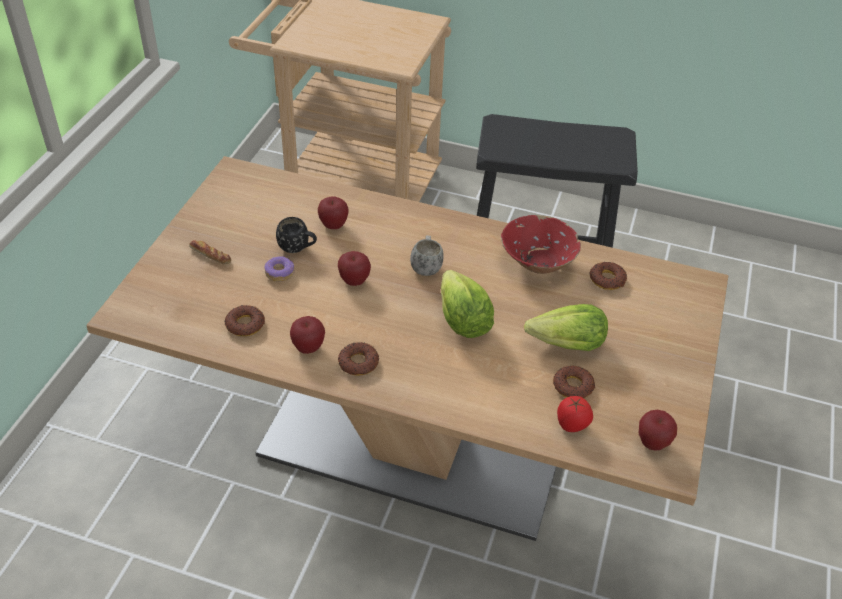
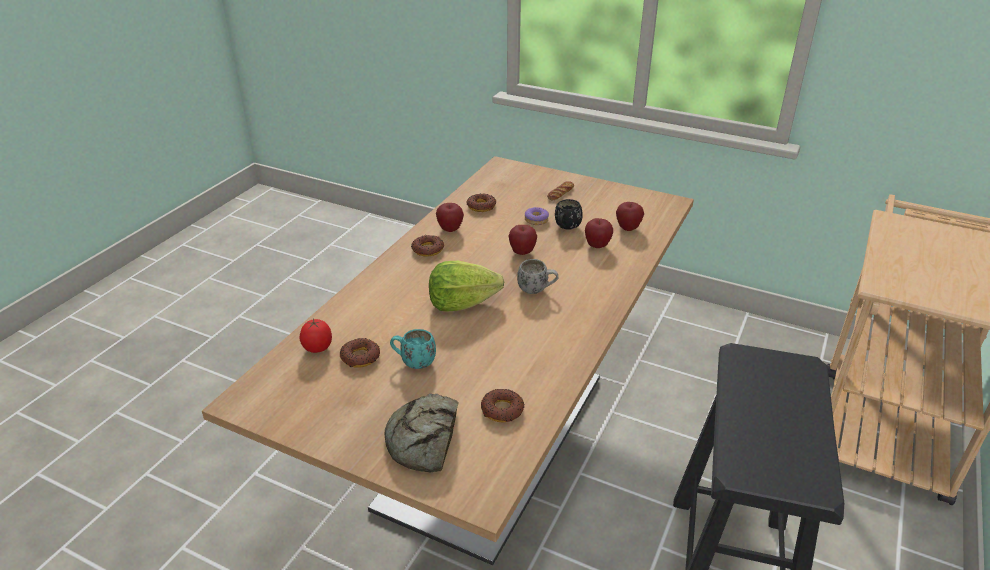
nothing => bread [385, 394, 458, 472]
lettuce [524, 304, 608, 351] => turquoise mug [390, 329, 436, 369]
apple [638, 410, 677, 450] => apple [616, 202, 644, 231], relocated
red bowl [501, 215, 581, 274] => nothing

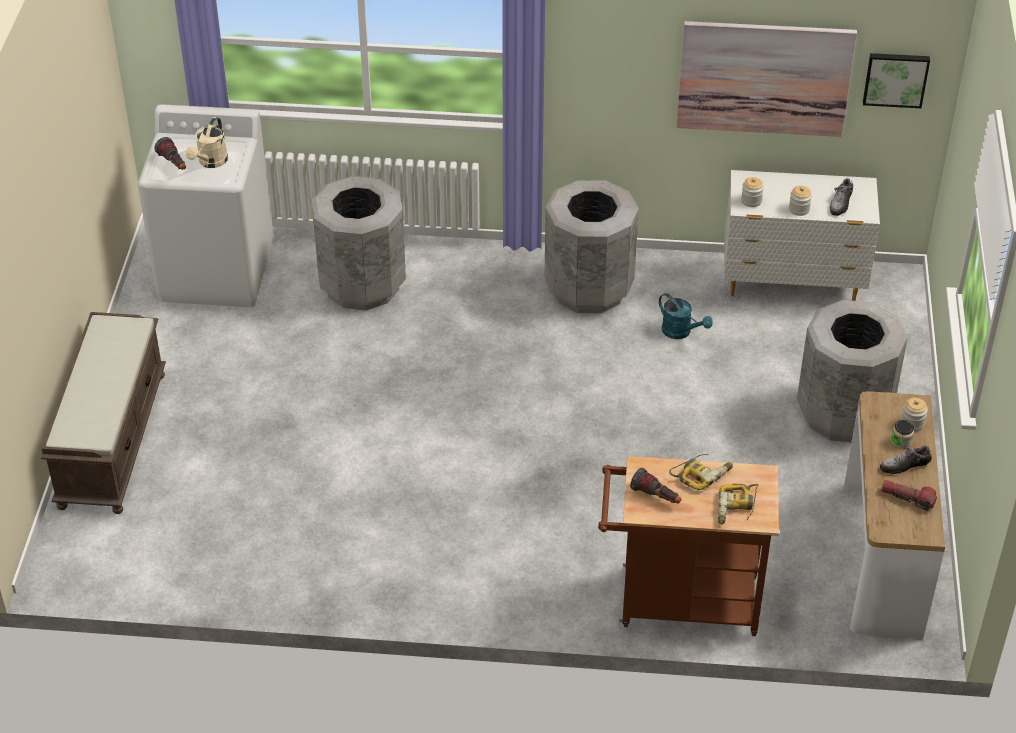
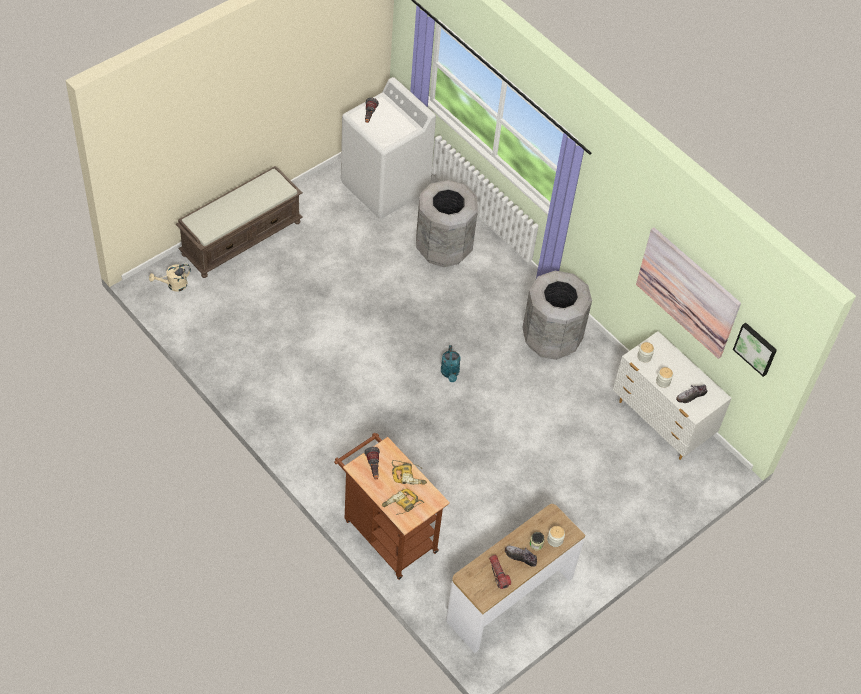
beige watering can [186, 117, 228, 168] => beige watering can [149, 264, 191, 291], relocated
turquoise watering can [659, 293, 713, 339] => turquoise watering can [441, 345, 461, 382], relocated
grey trash can [797, 300, 908, 442] => nothing

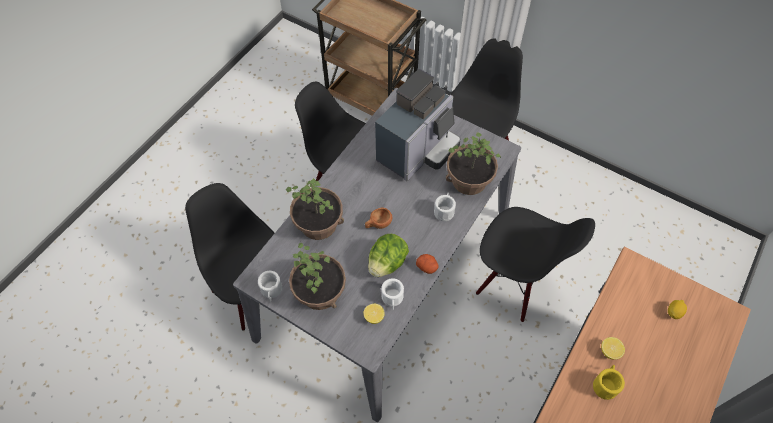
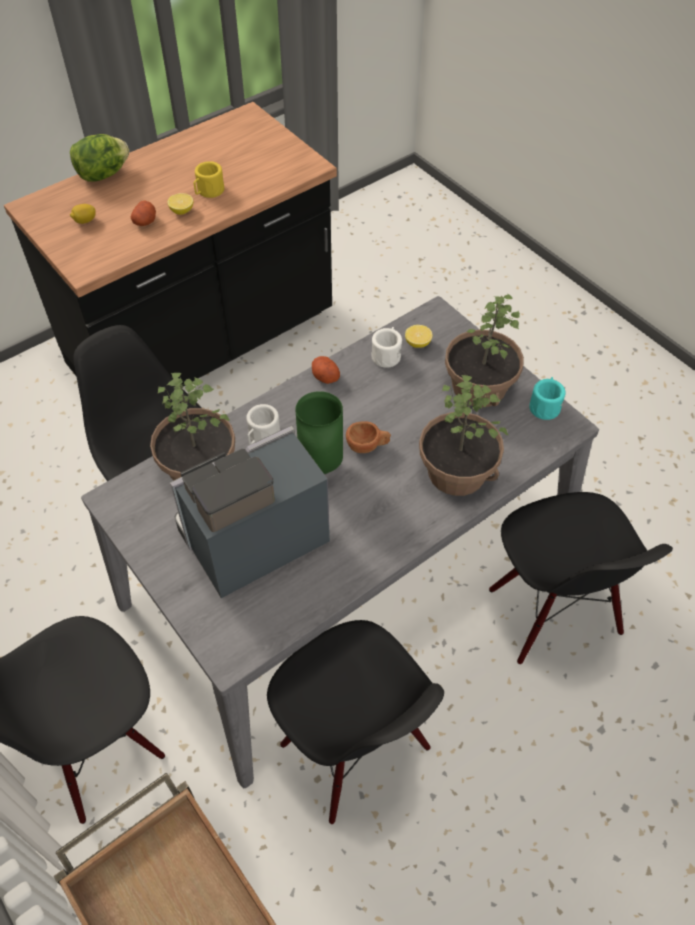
lettuce [368, 234, 409, 277] => lettuce [70, 134, 129, 182], relocated
nothing => potato [131, 200, 156, 226]
nothing => green vase [295, 391, 343, 474]
white mug [258, 271, 282, 302] => turquoise mug [529, 377, 566, 420]

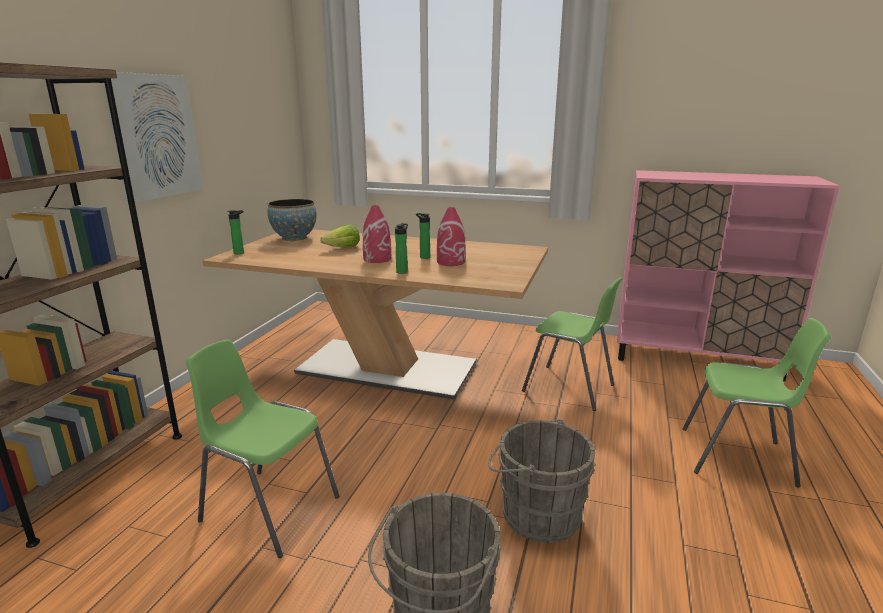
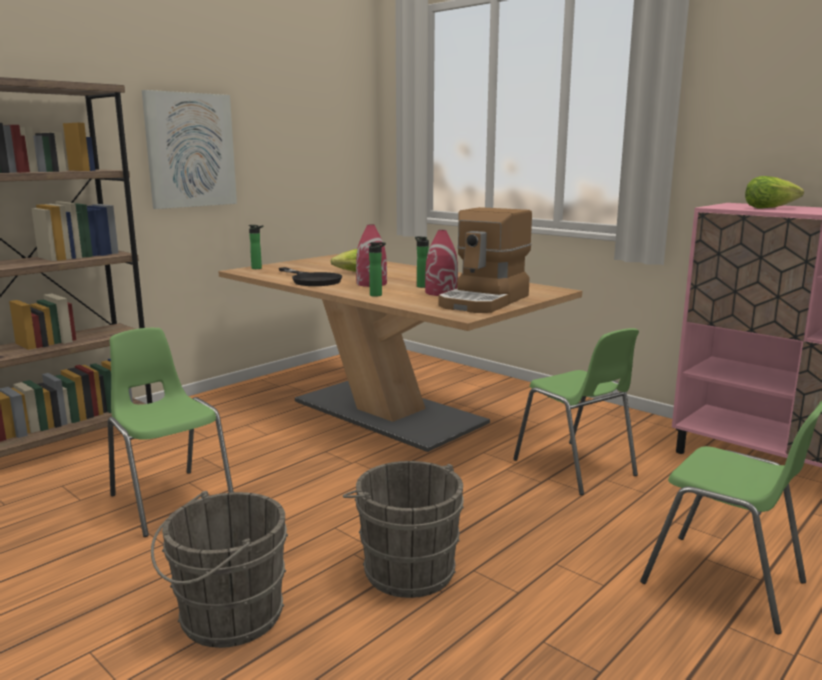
nothing => black frying pan [279, 267, 342, 286]
nothing => coffee machine [438, 207, 532, 313]
nothing => lettuce [745, 176, 804, 209]
bowl [267, 199, 317, 241] => nothing

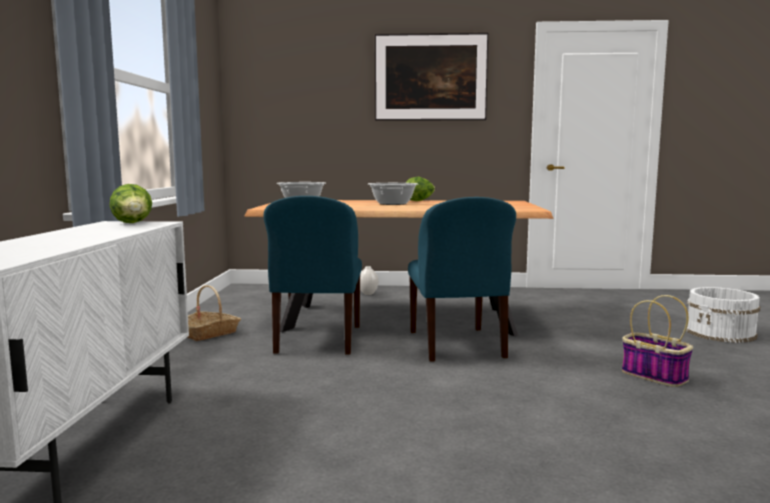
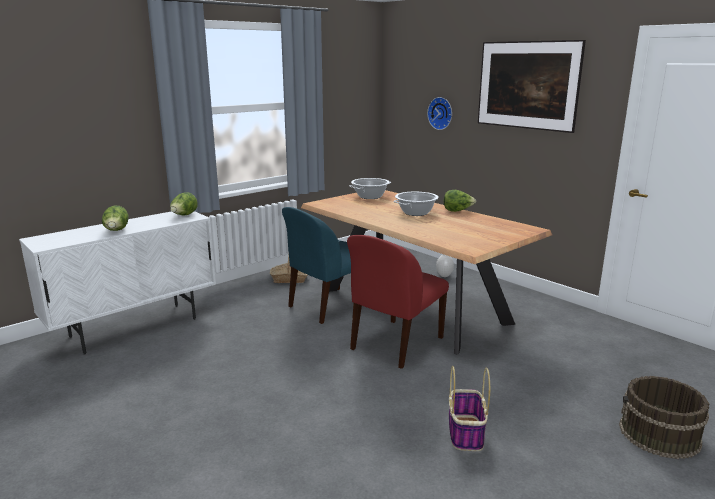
nothing => lettuce [102, 205, 128, 231]
blue chair [408, 197, 516, 362] => red chair [347, 235, 449, 369]
nothing => wall clock [427, 97, 452, 130]
white bucket [686, 287, 760, 343] => brown bucket [619, 376, 709, 459]

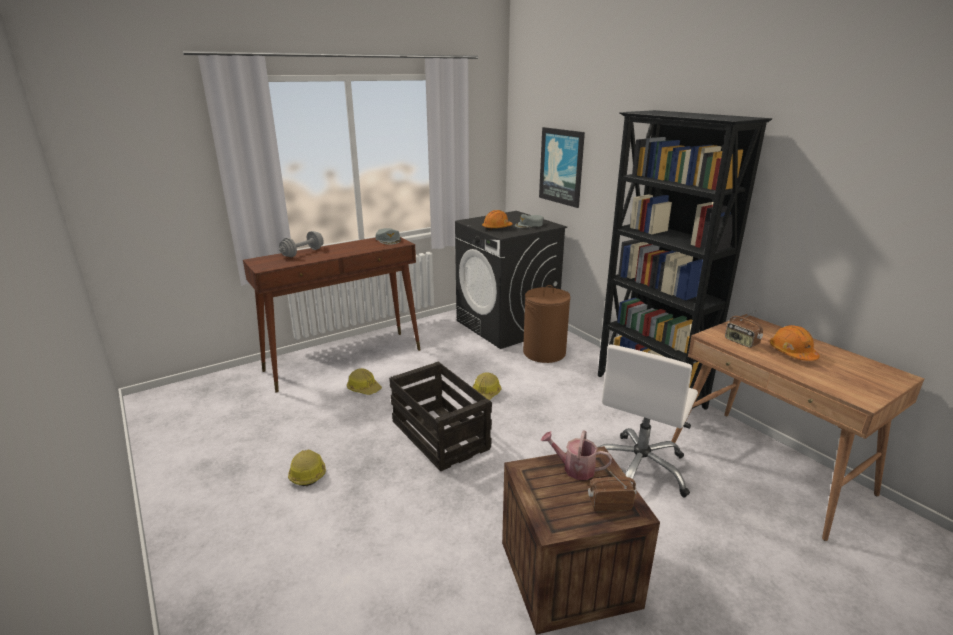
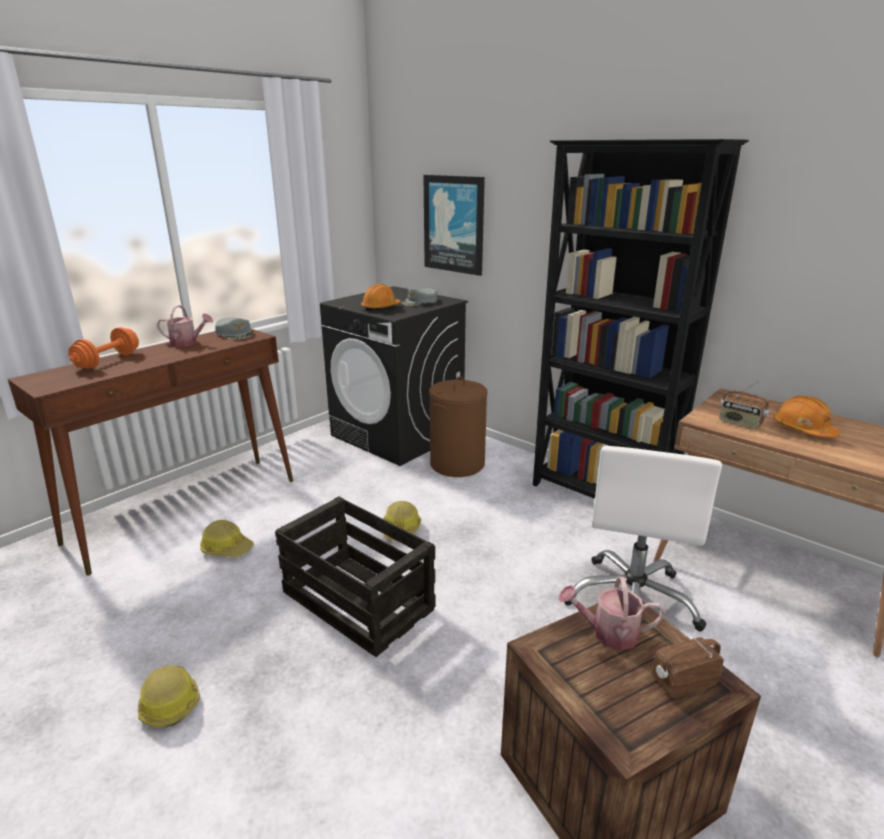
grey dumbbell [279, 231, 324, 257] => orange dumbbell [68, 327, 139, 369]
nothing => watering can [157, 305, 213, 347]

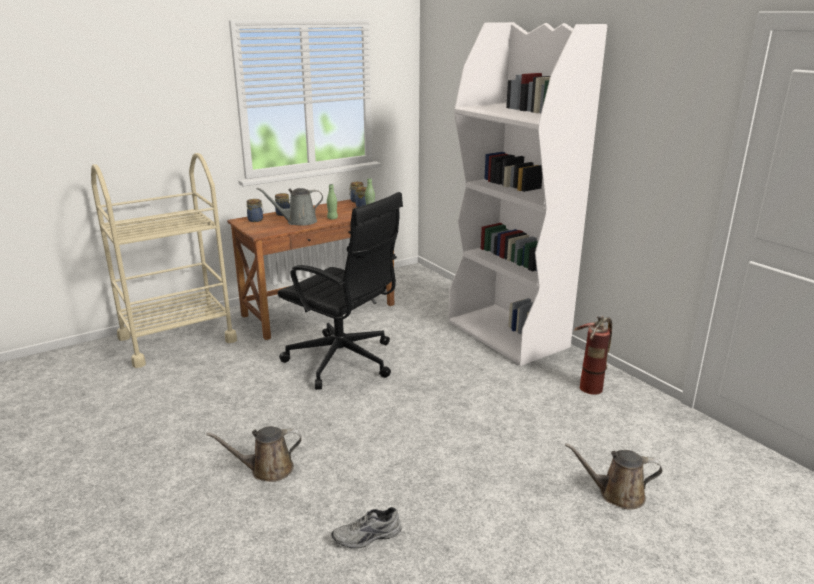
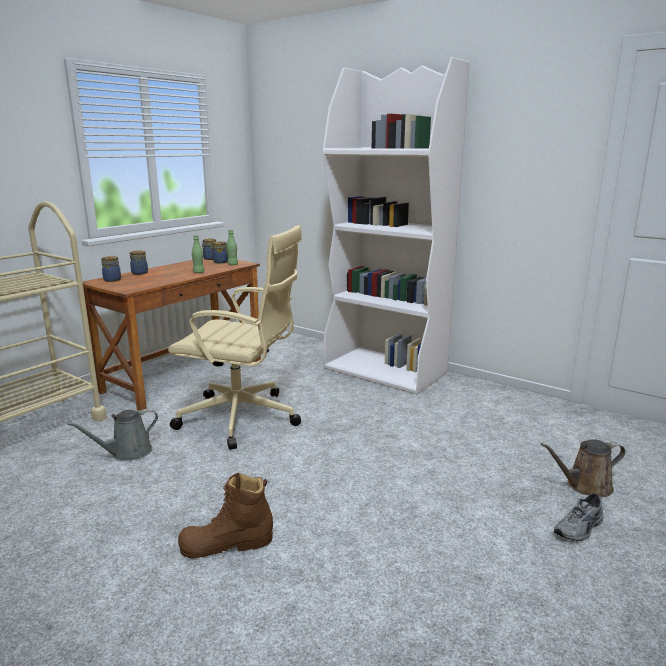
grey watering can [257, 188, 323, 226] => grey watering can [67, 409, 158, 461], relocated
black office chair [278, 192, 403, 390] => beige office chair [168, 225, 302, 450]
brown watering can [206, 426, 301, 482] => brown boot [178, 473, 273, 559]
grey shoe [331, 507, 402, 548] => grey shoe [554, 493, 604, 541], relocated
fire extinguisher [574, 315, 612, 395] => nothing

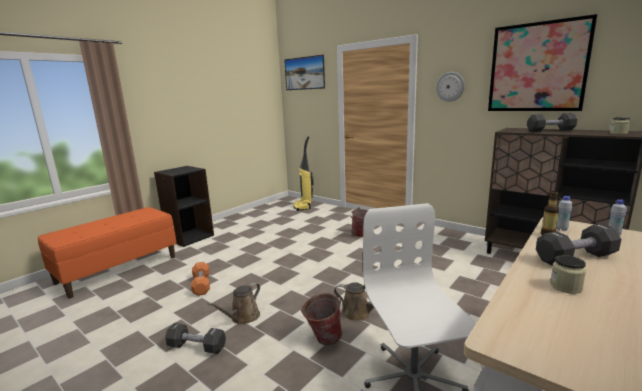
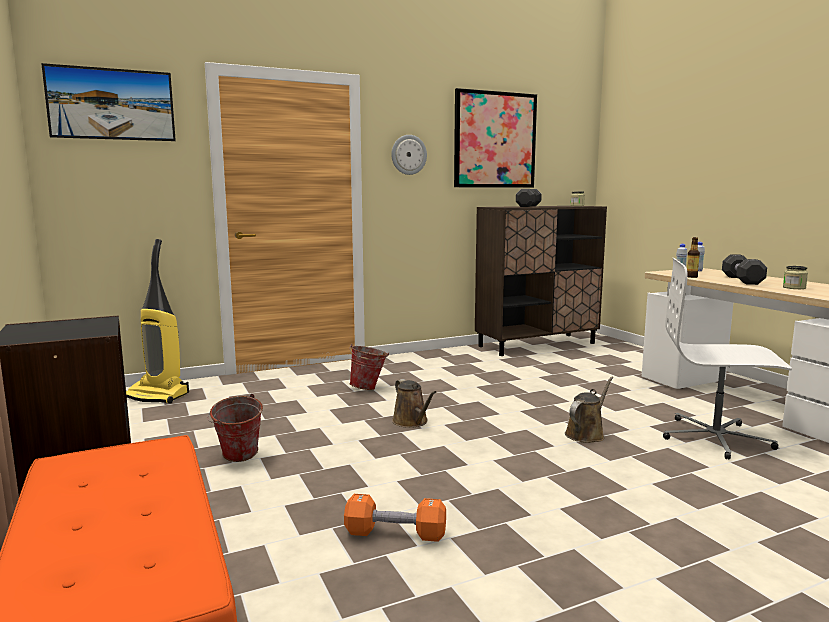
bucket [301, 293, 342, 345] => bucket [207, 394, 263, 462], relocated
brown watering can [208, 282, 260, 325] => brown watering can [392, 379, 436, 428], relocated
black dumbbell [165, 323, 226, 354] => nothing

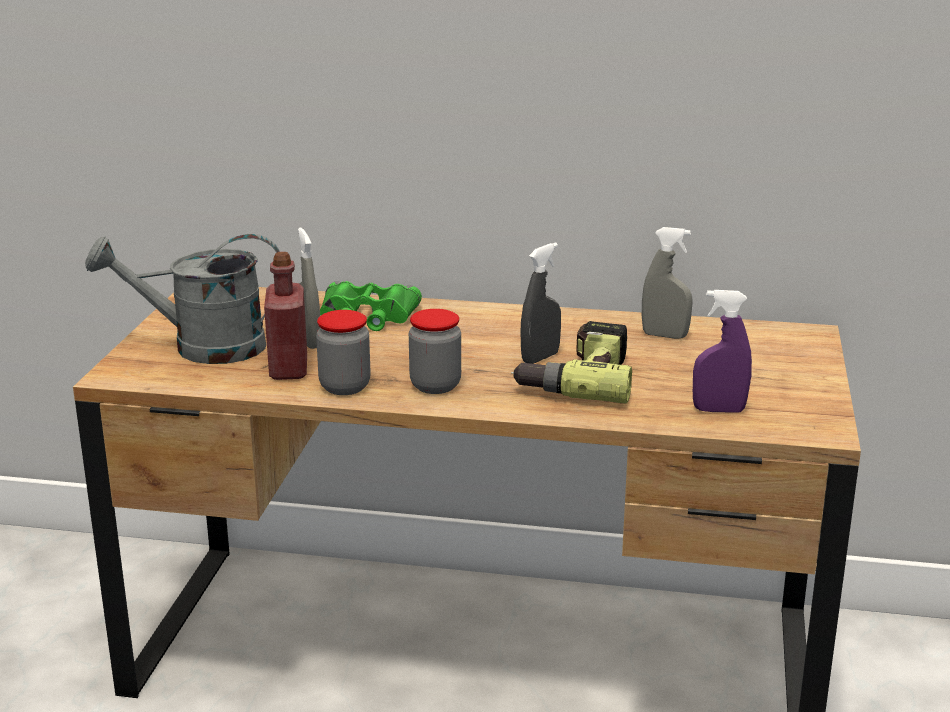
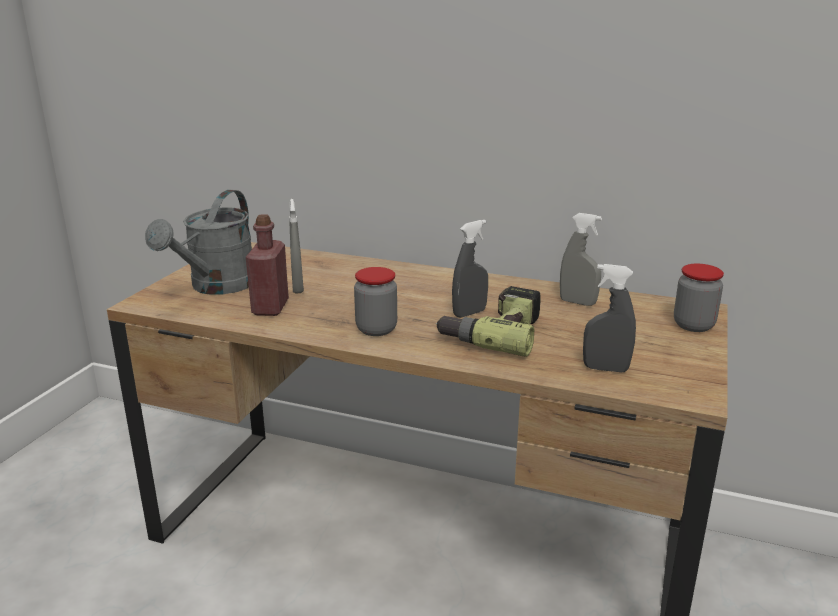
grey watering can [85, 234, 280, 364] => grey watering can [145, 190, 252, 295], 75 degrees counterclockwise
purple spray bottle [693, 290, 752, 413] => grey spray bottle [583, 264, 636, 372]
jar [316, 310, 371, 395] => jar [674, 264, 724, 332], relocated
green binoculars [320, 281, 422, 331] => nothing

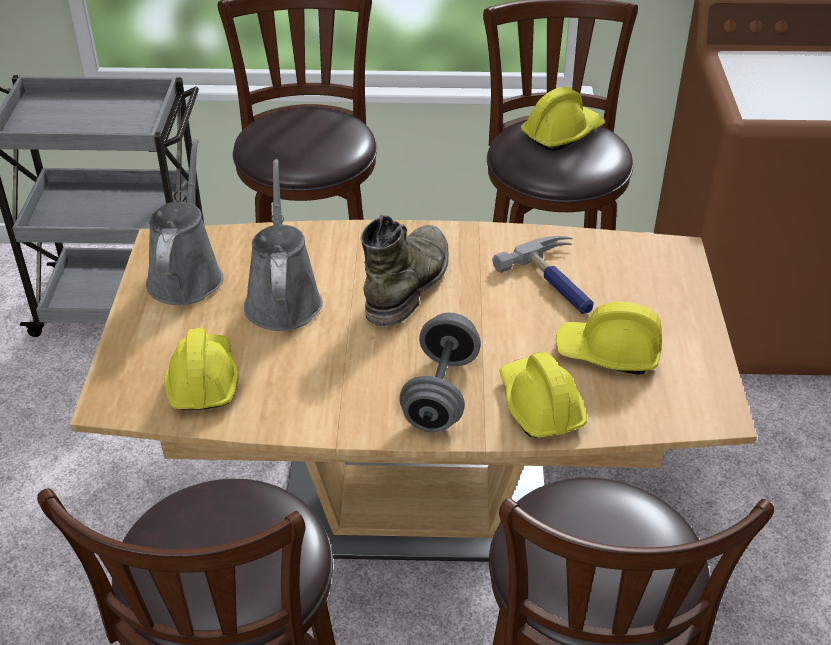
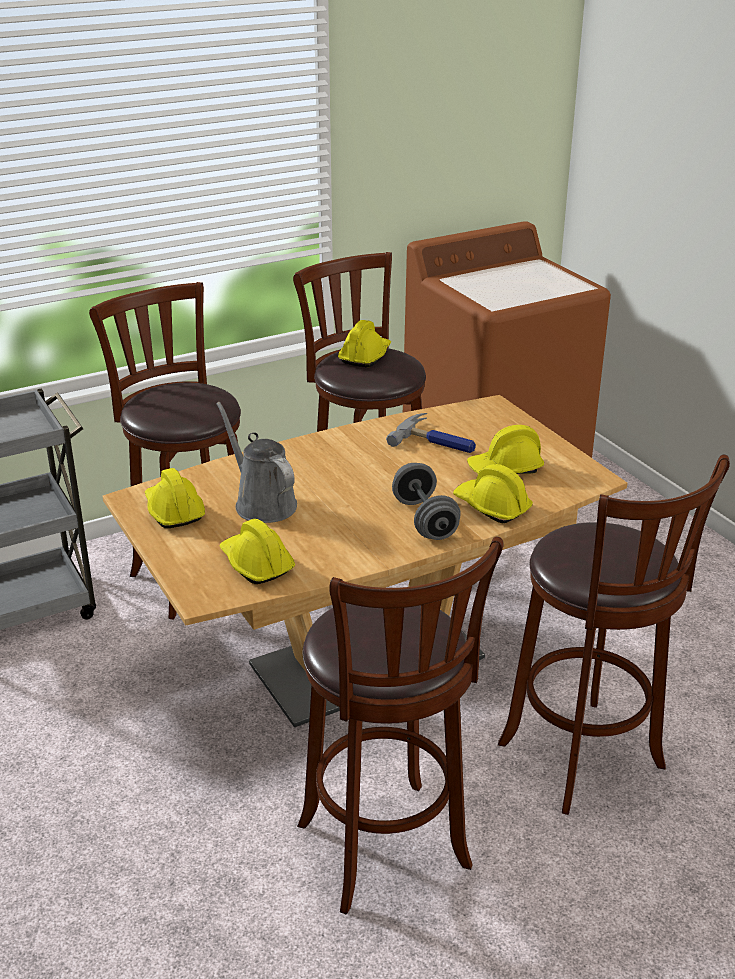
grey watering can [146, 139, 224, 305] => yellow hard hat [145, 468, 205, 528]
green boot [361, 215, 449, 326] => nothing

